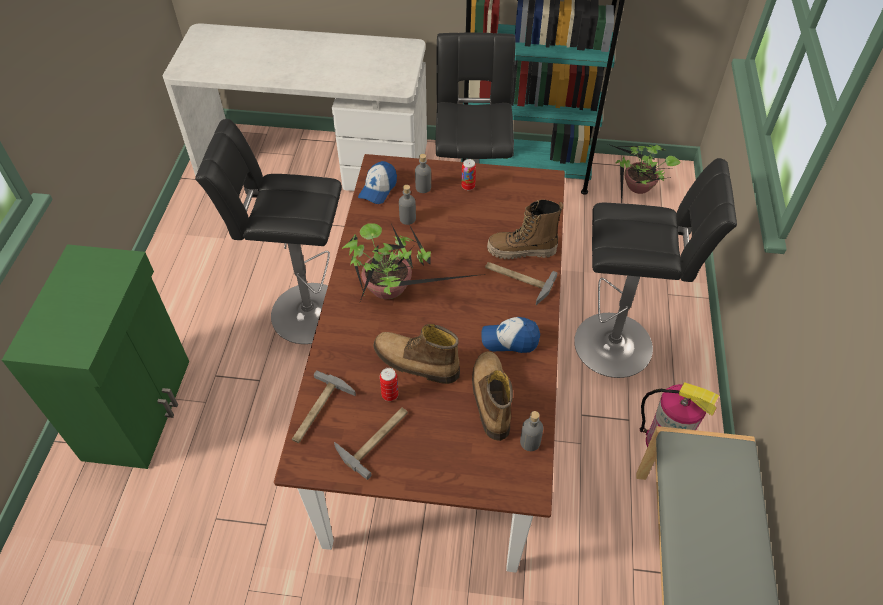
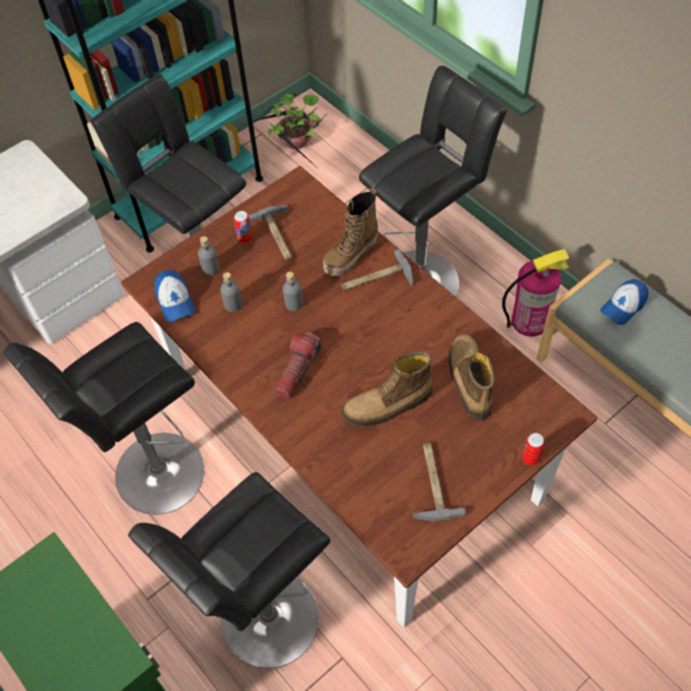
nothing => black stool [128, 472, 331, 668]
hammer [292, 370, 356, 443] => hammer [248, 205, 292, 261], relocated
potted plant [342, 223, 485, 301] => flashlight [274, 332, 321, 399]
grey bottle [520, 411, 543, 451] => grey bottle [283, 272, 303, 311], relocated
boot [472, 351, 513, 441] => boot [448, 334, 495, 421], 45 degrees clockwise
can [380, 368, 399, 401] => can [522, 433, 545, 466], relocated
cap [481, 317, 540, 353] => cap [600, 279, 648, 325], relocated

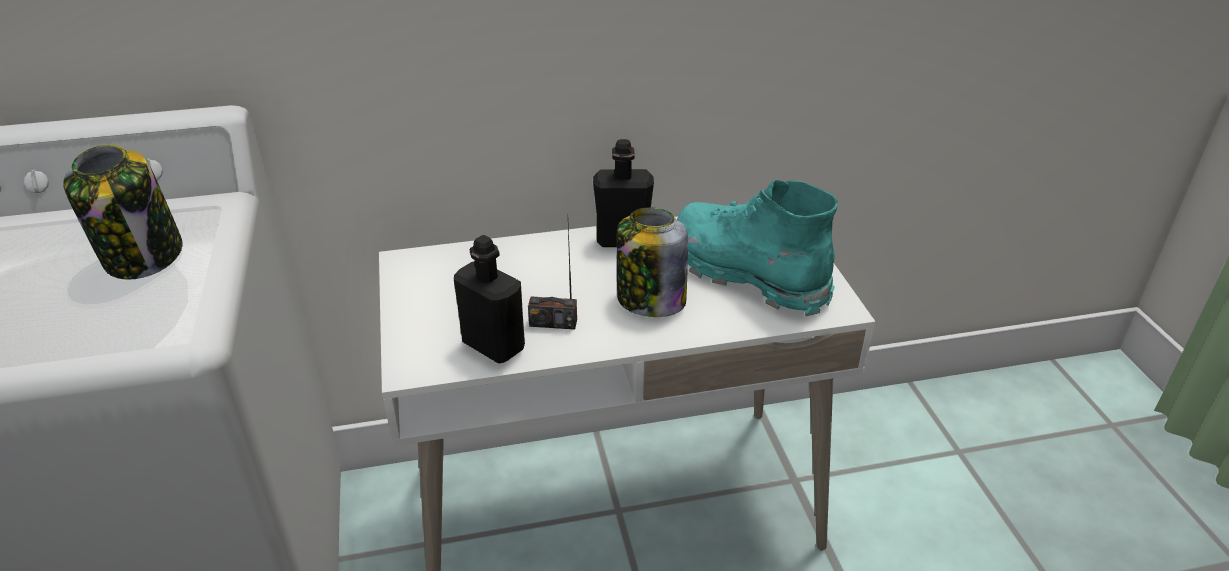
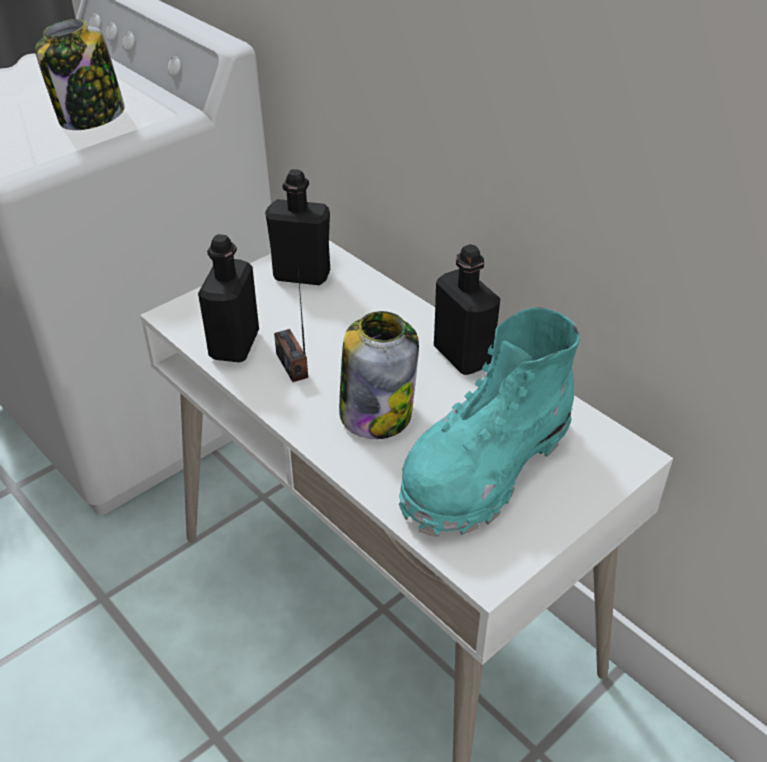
nothing => black bottle [265, 169, 330, 285]
turquoise boot [677, 180, 838, 316] => turquoise boot [399, 307, 580, 538], 150 degrees counterclockwise

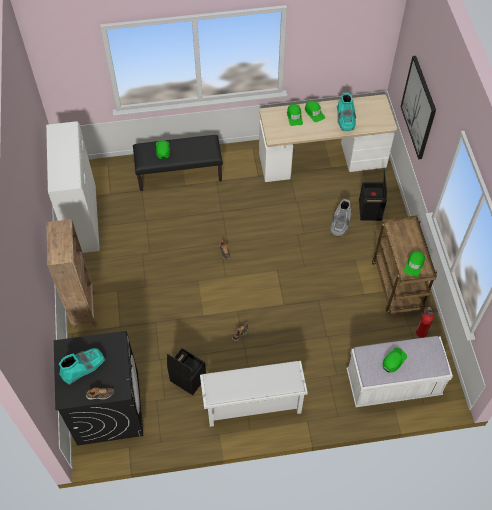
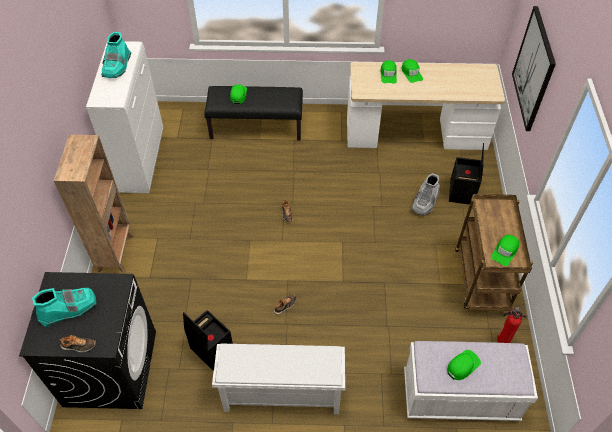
turquoise boot [337, 92, 356, 131] => turquoise boot [101, 32, 131, 78], relocated

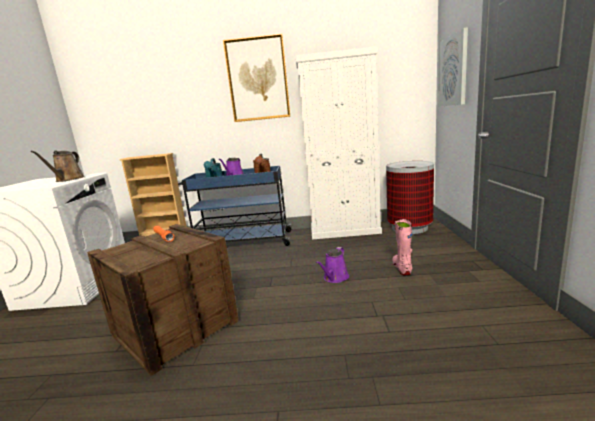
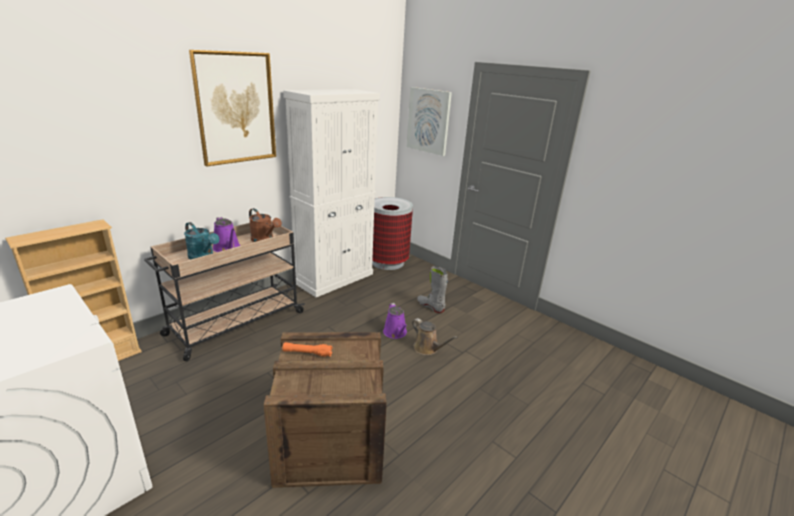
blue cart [178, 166, 291, 246] => beige cart [144, 221, 305, 361]
brown watering can [31, 151, 85, 182] => brown watering can [412, 318, 458, 355], relocated
pink boot [392, 219, 413, 275] => grey boot [417, 266, 448, 313]

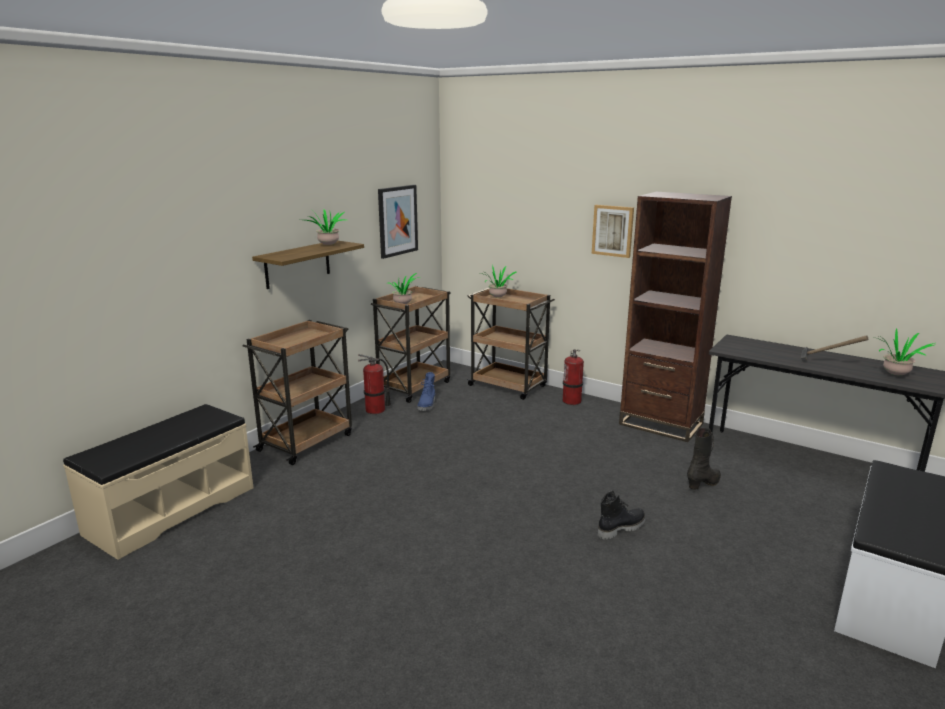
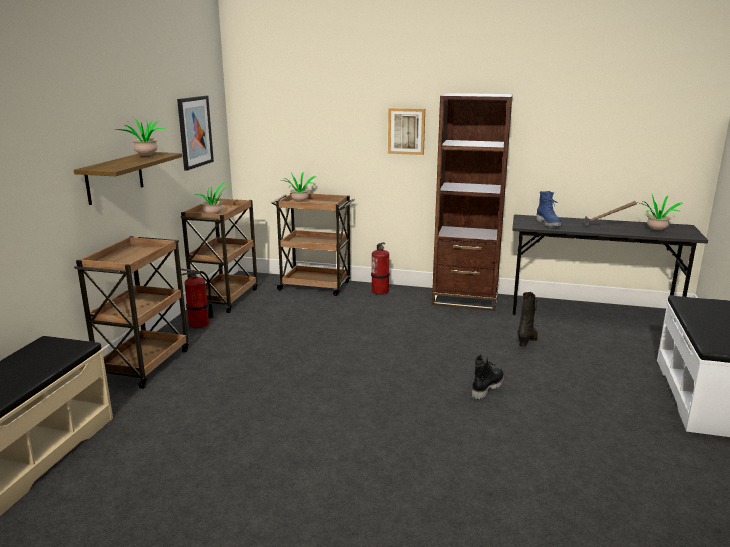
blue boot [417, 372, 435, 411] => blue boot [536, 191, 562, 227], relocated

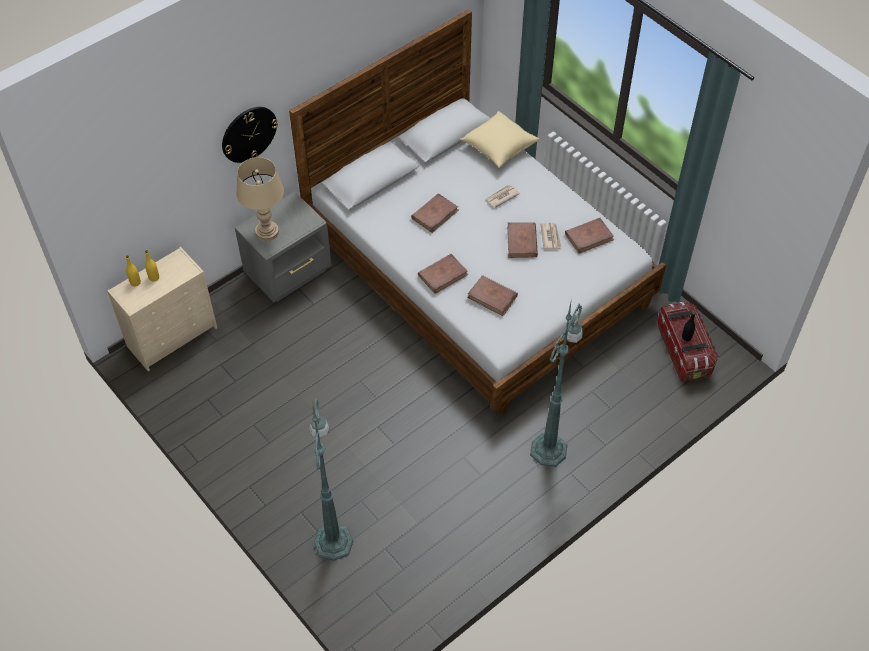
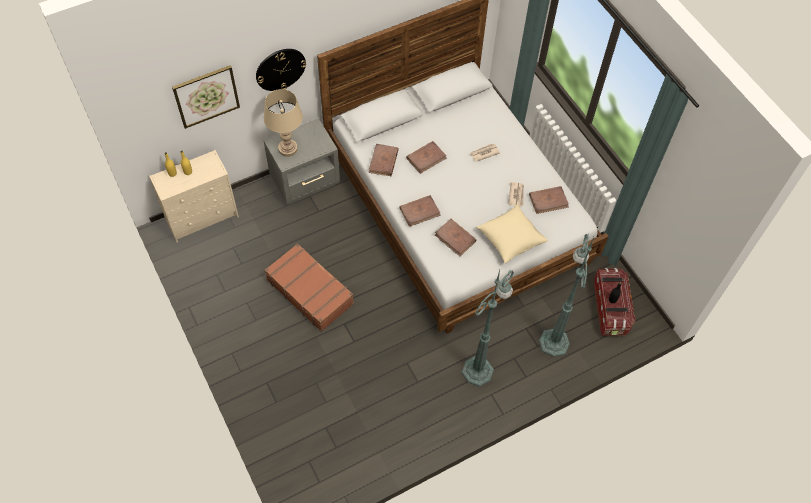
nothing => picture [172, 65, 240, 129]
nothing => brown suitcase [265, 243, 354, 332]
brown book [507, 223, 538, 258] => brown book [368, 144, 399, 176], relocated
beige pillow [460, 111, 539, 168] => beige pillow [476, 204, 548, 264], relocated
green floor lamp [309, 399, 353, 561] => green floor lamp [539, 234, 594, 357], relocated

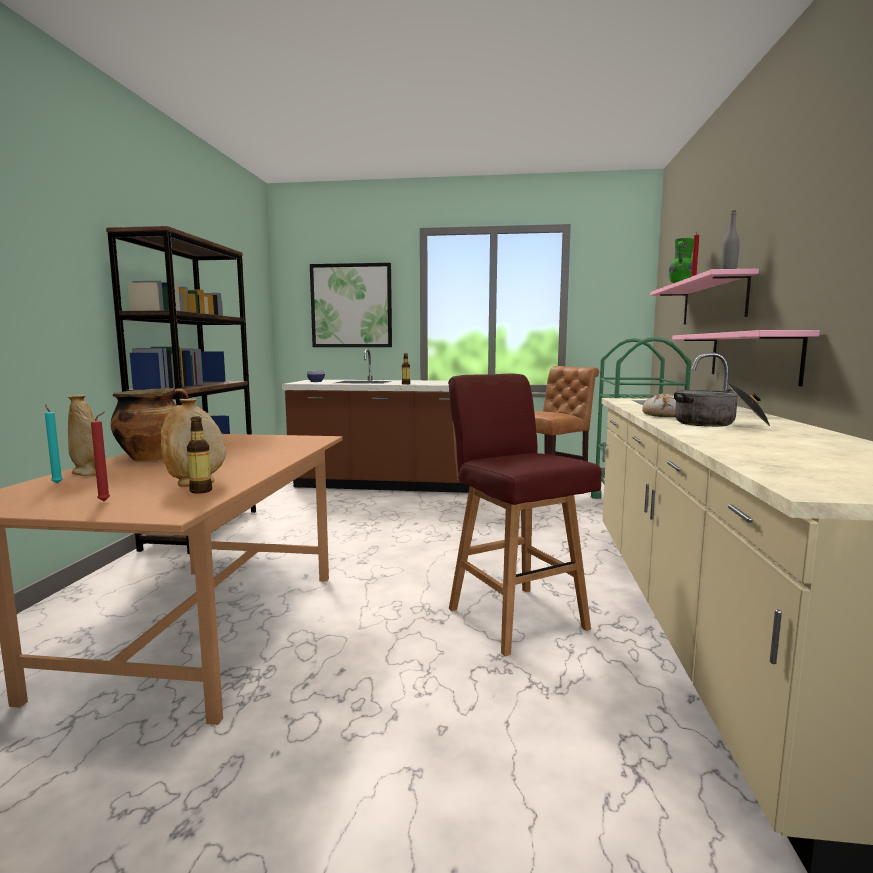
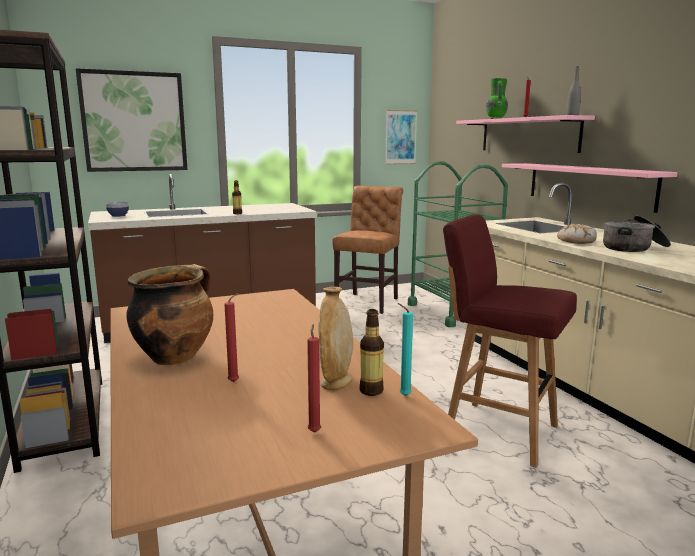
nothing => red candle [224, 293, 239, 382]
nothing => picture [385, 110, 417, 165]
turquoise candle [45, 404, 63, 484] => turquoise candle [398, 303, 413, 396], relocated
beige vase [68, 395, 96, 476] => nothing

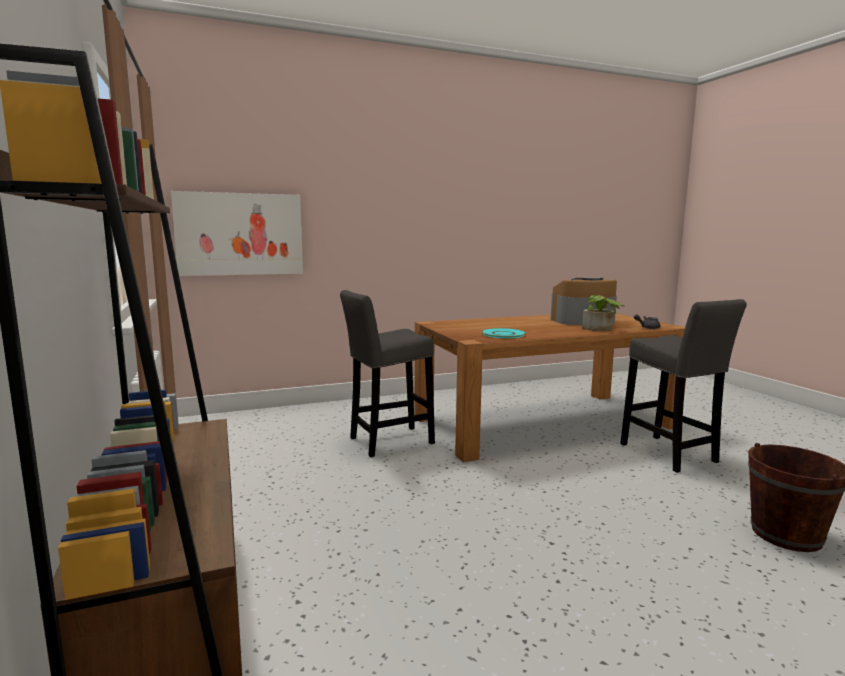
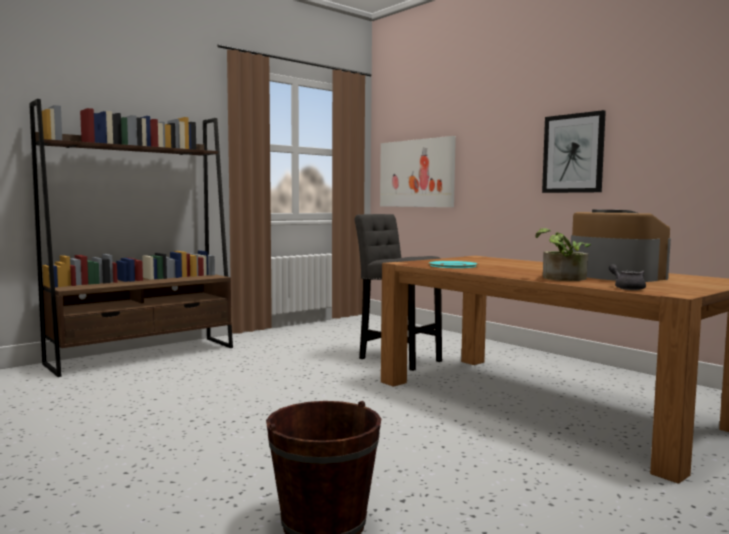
nothing => picture [542, 110, 606, 193]
grey stool [620, 299, 747, 473] => nothing

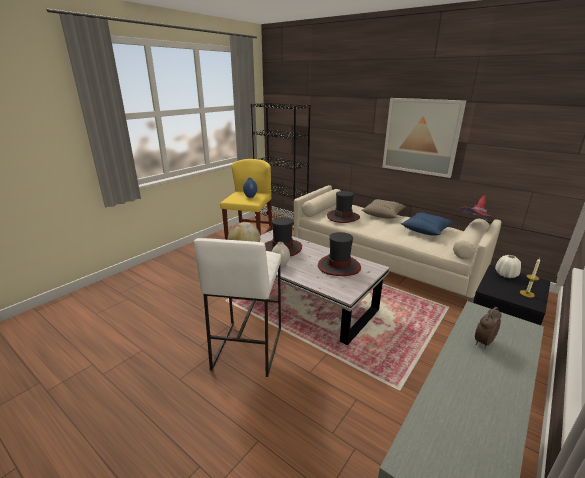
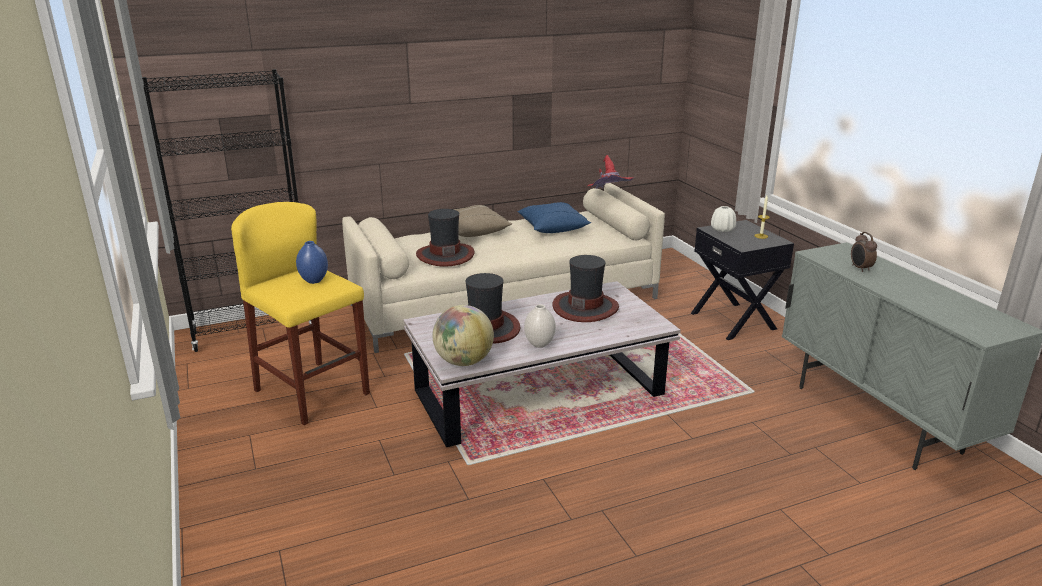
white stool [194, 238, 281, 377] => nothing
picture [382, 98, 466, 178] => nothing

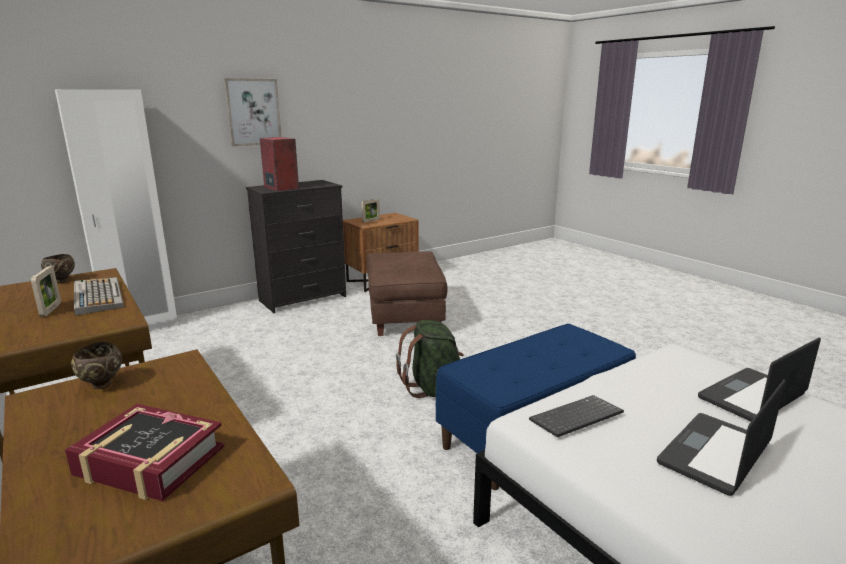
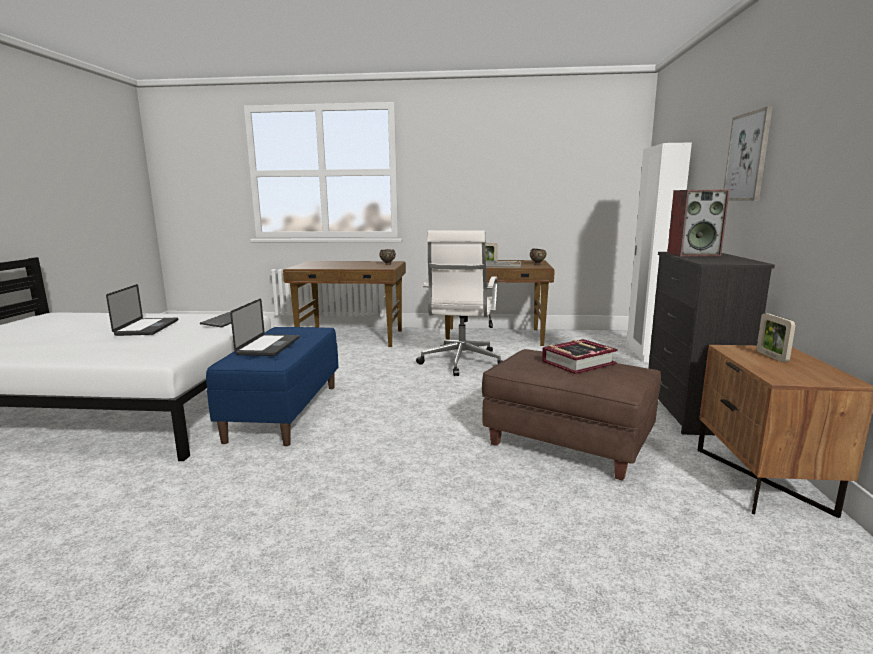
laptop [698, 337, 821, 421] => laptop [230, 298, 299, 356], relocated
nothing => white office chair [416, 230, 503, 376]
book [65, 404, 224, 501] => book [542, 339, 618, 374], relocated
green backpack [396, 320, 464, 398] => nothing

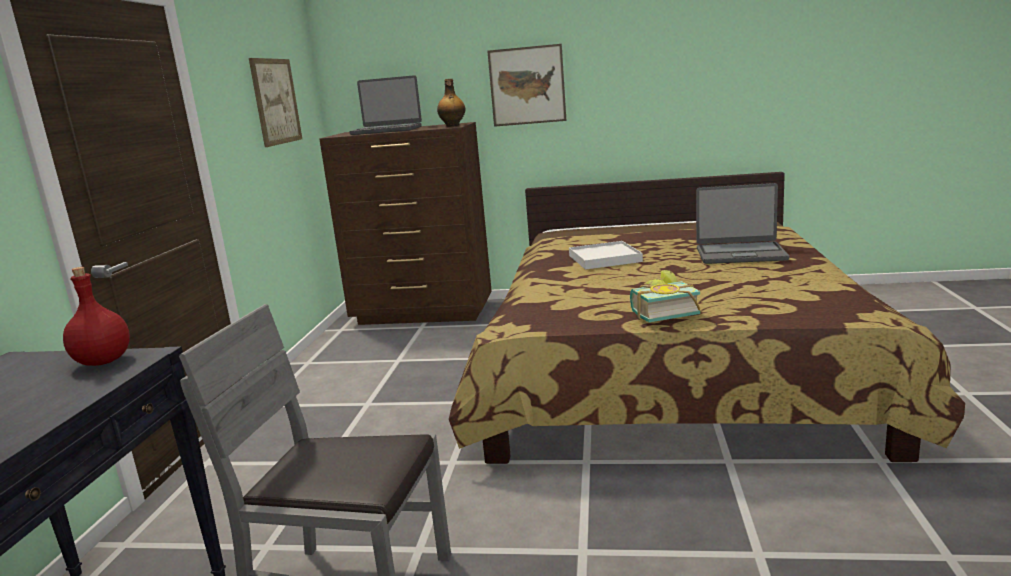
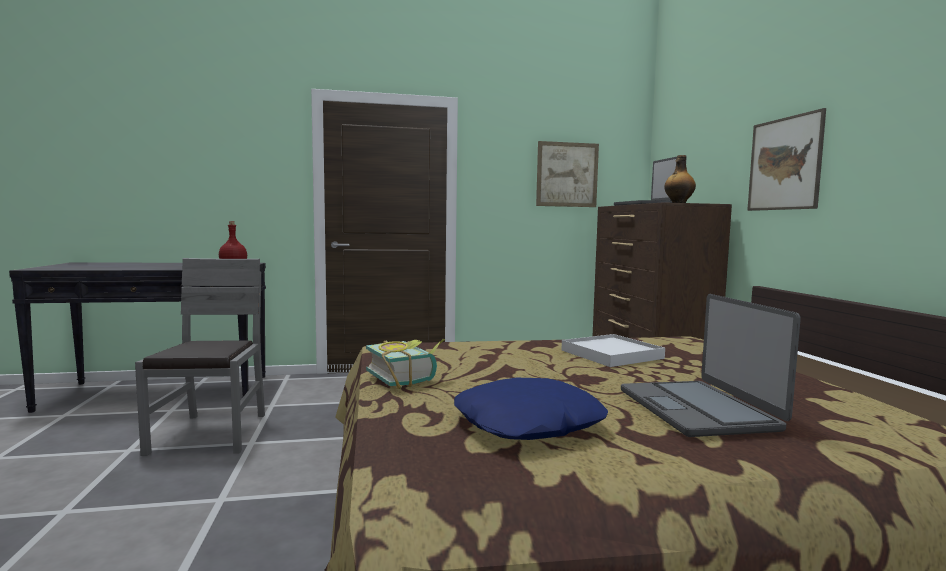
nothing => blue pillow [454, 378, 608, 440]

